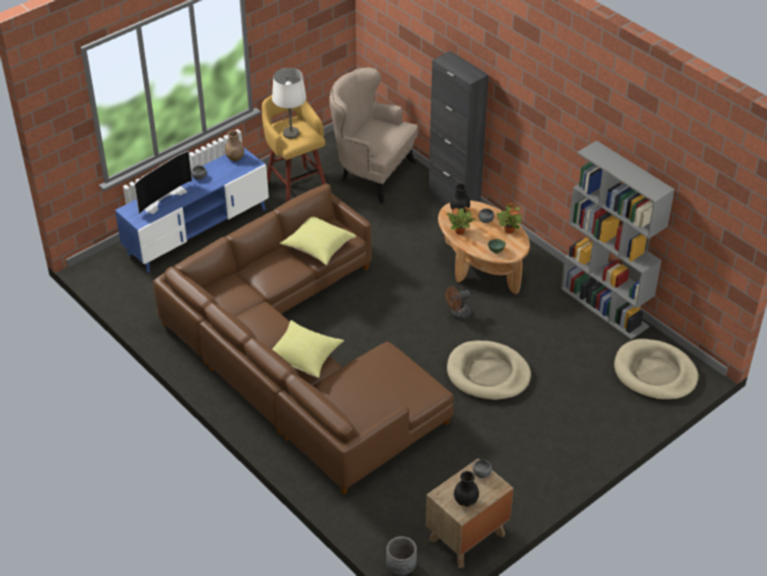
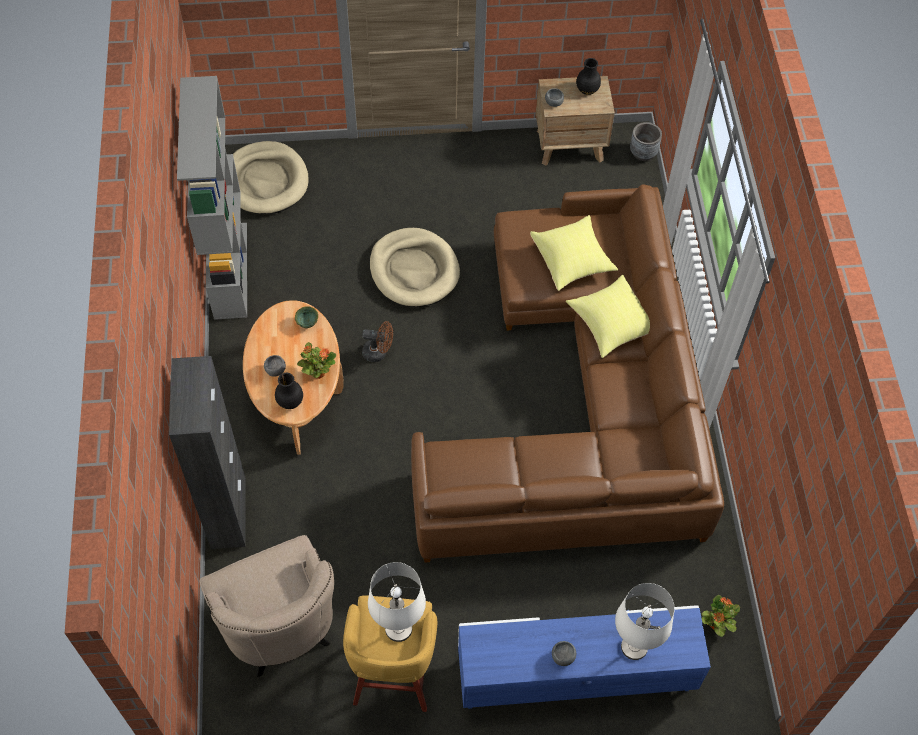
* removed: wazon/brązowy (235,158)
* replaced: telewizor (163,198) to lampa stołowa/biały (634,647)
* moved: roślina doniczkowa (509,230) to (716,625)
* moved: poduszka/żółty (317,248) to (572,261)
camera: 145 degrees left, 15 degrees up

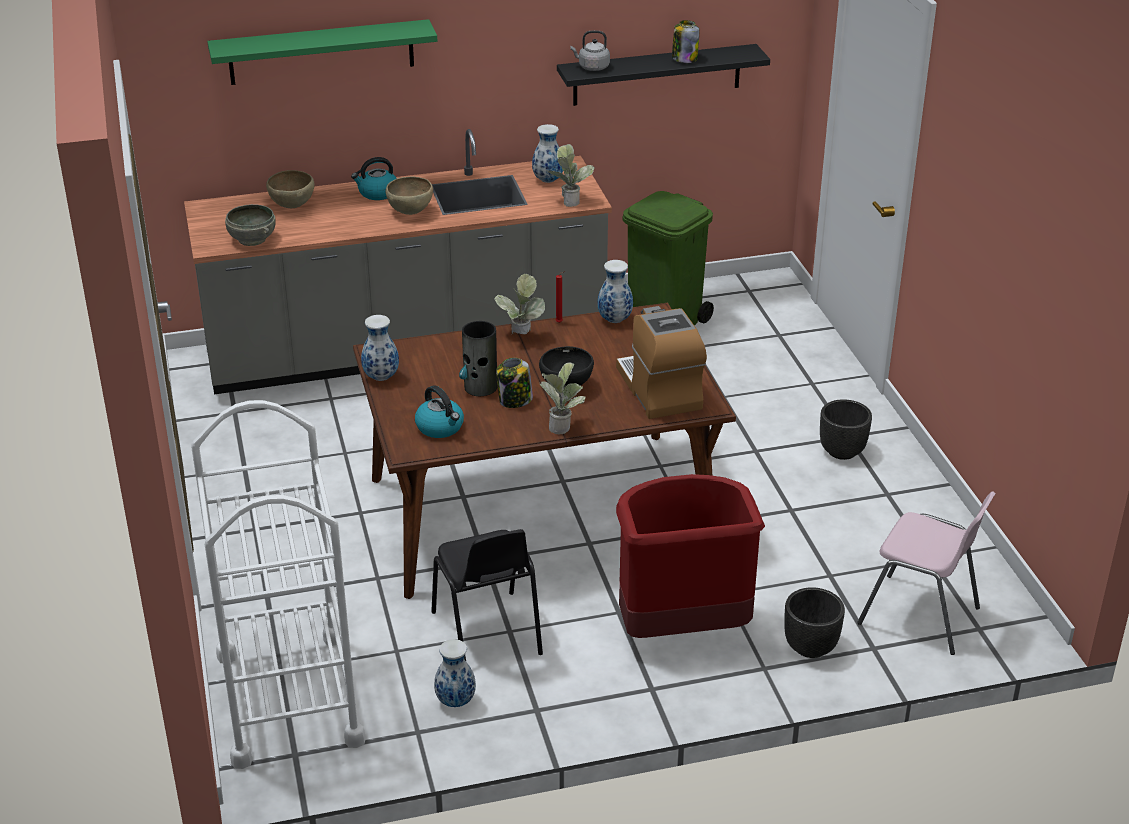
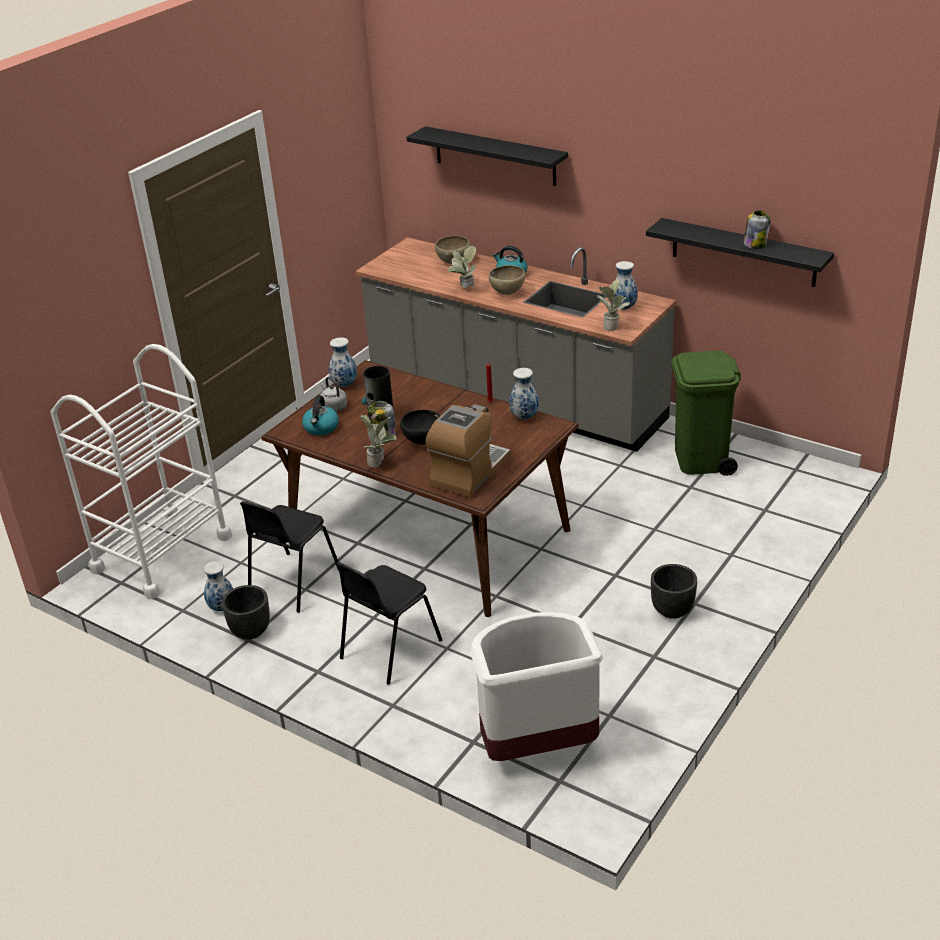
* recoloured: półka/zielony (321,52) to półka/czarny (495,156)
* moved: czajnik/szary (592,67) to (333,407)
* removed: miska/szary (251,239)
* moved: roślina doniczkowa (520,337) to (464,290)
* replaced: kosz na śmieci/czerwony (680,628) to krzesło/czarny (389,649)
* replaced: krzesło/różowy (920,616) to kosz na śmieci/biały (536,745)
* moved: donica/czarny (810,647) to (250,631)
camera: 50 degrees right, 0 degrees up

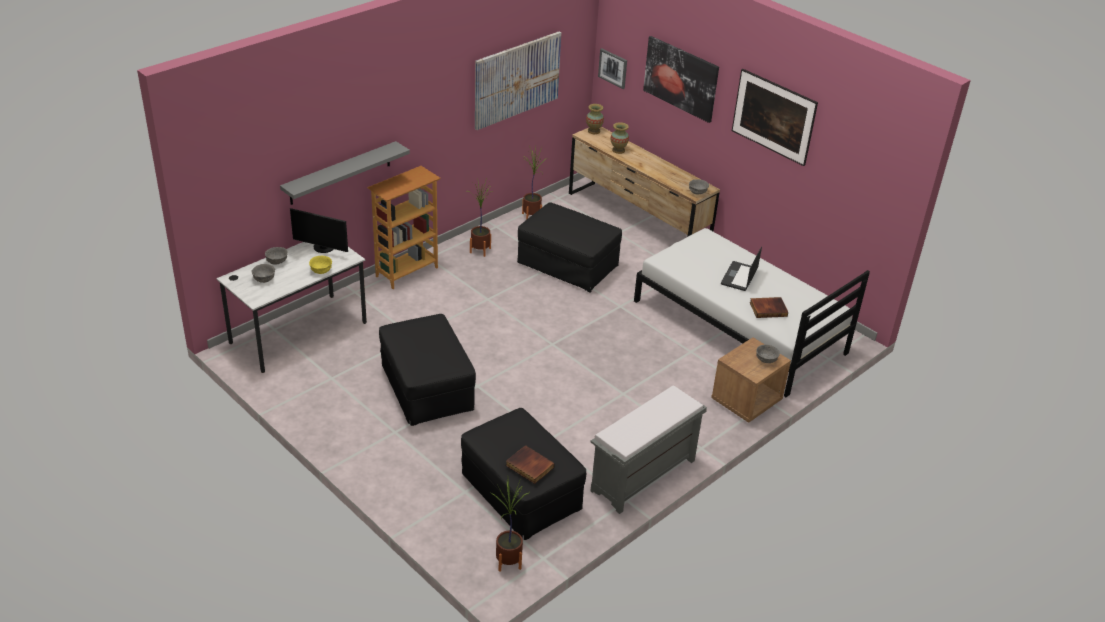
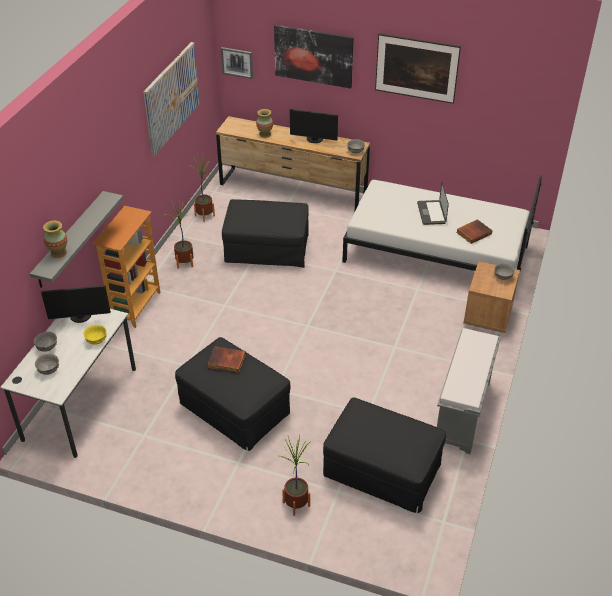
* moved: wazon (594,131) to (58,253)
* moved: książka (529,466) to (226,361)
* moved: roślina doniczkowa (508,562) to (296,504)
* added: monitor (314,139)
camera: 25 degrees left, 5 degrees up

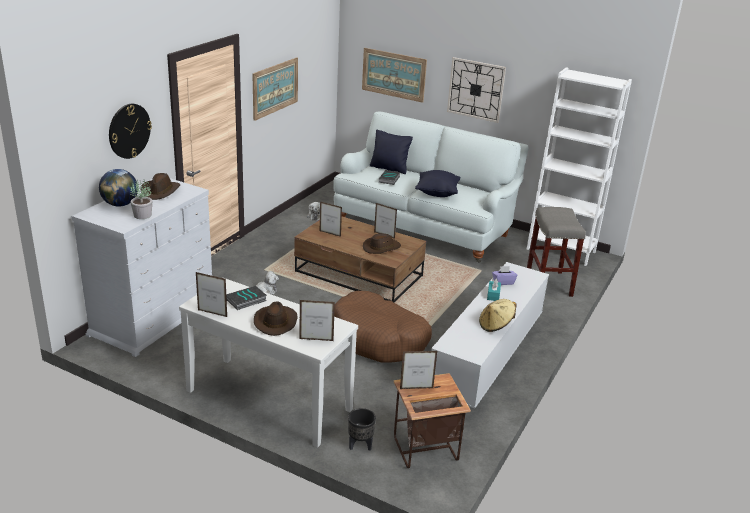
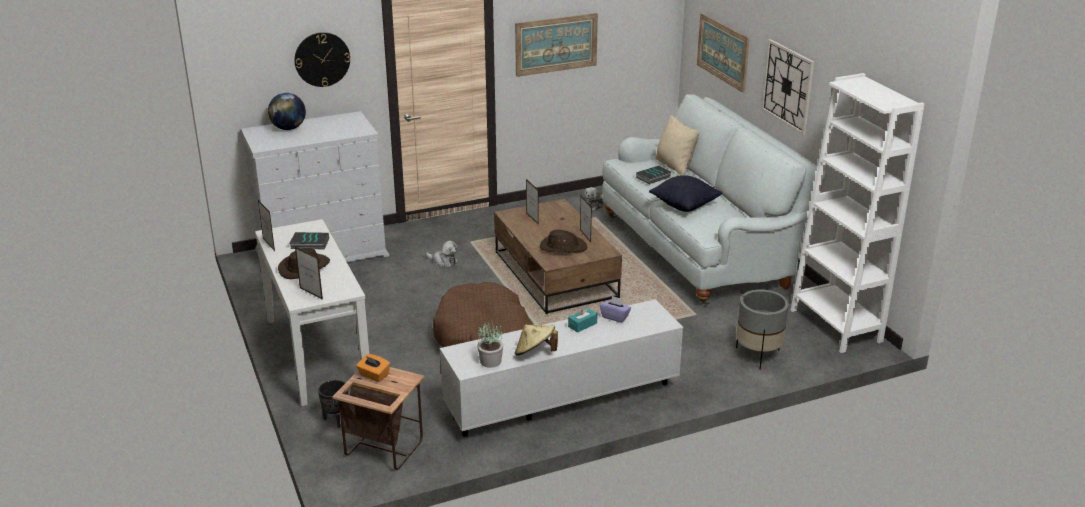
* recoloured: poduszka/czarny (389,168) to poduszka/beżowy (674,166)
* removed: kapelusz/brązowy (160,191)
* moved: roślina doniczkowa (143,215) to (491,361)
* replaced: stołek/szary (549,284) to donica/szary (758,355)
* replaced: ramka na zdjęcie (416,388) to pudełko chusteczek/pomarańczowy (374,375)
camera: 40 degrees right, 0 degrees up

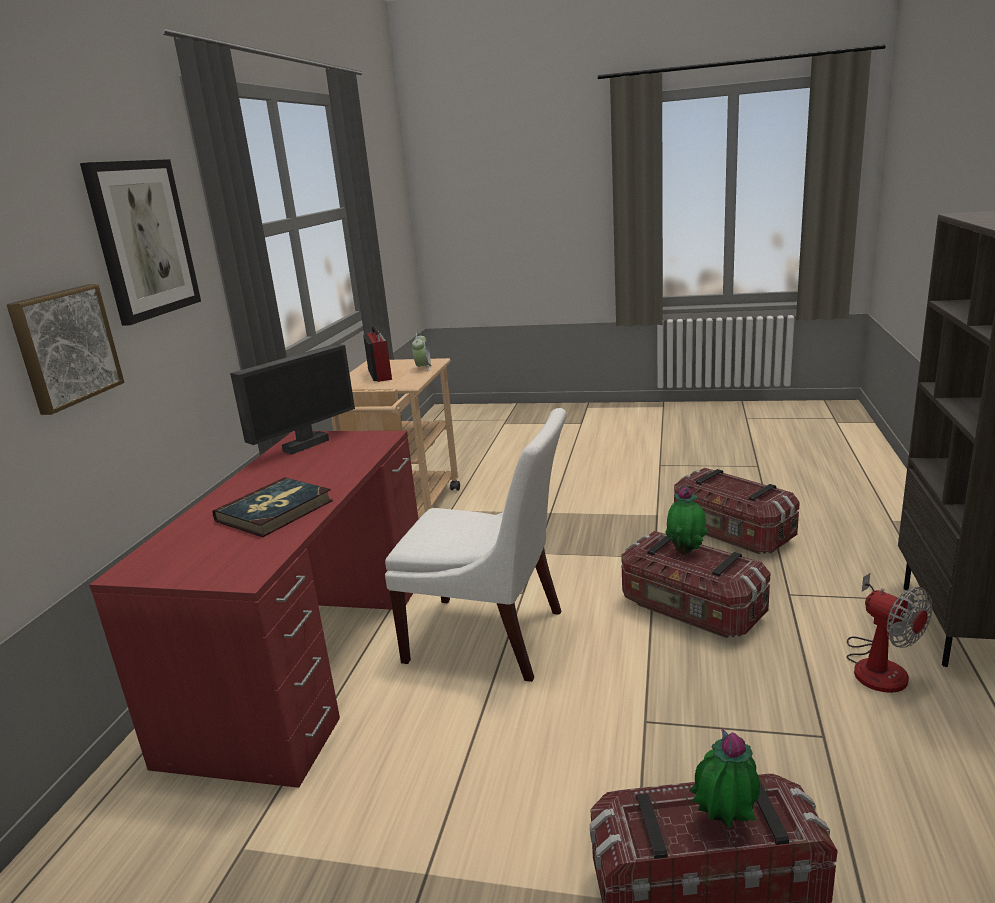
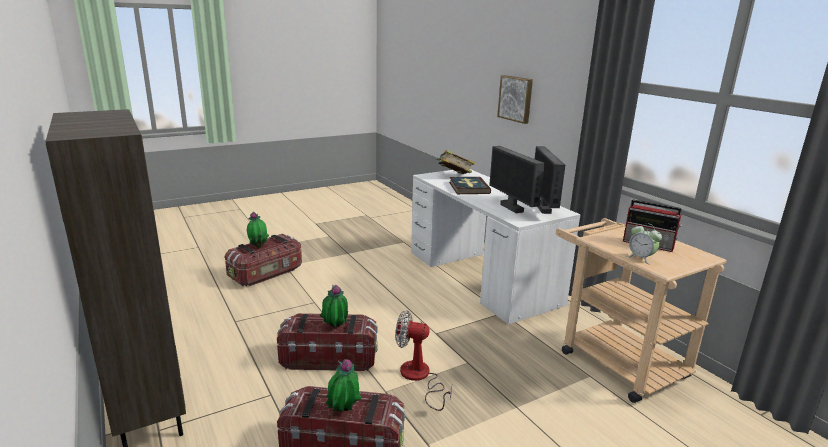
* removed: obraz (142,239)
* removed: krzesło/biały (491,638)
* recoloured: biurko/czerwony (312,653) to biurko/biały (481,277)
* moved: wentylator (878,664) to (419,378)
* added: monitor (512,208)
* added: książka (454,176)
* added: roślina doniczkowa (343,412)
camera: 135 degrees right, 0 degrees up

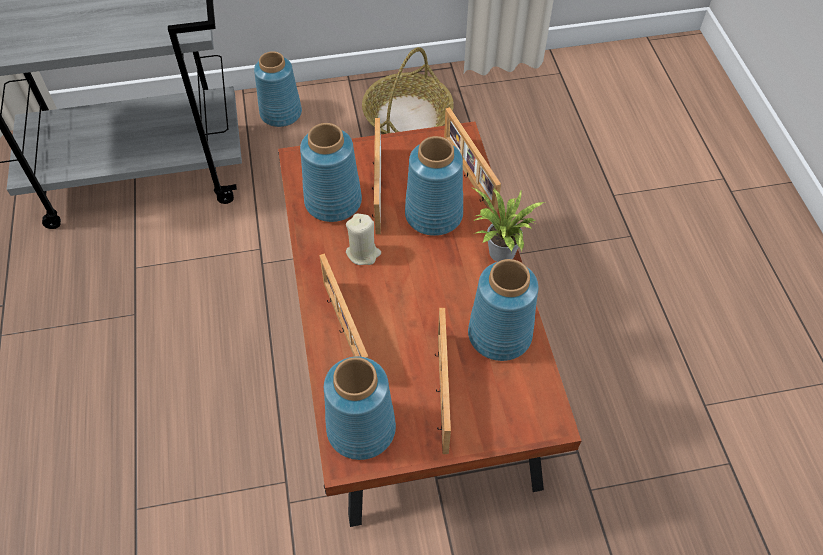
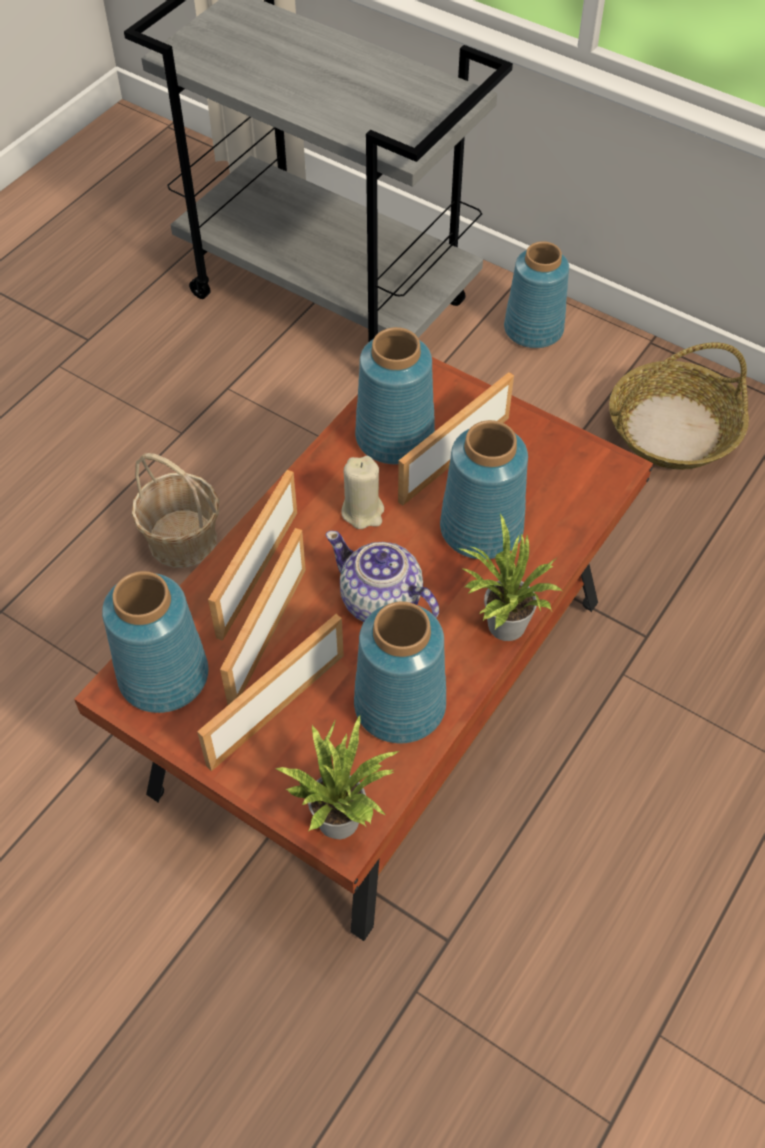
* moved: ramka na zdjęcie (468,176) to (265,634)
* added: koszyk (183,540)
* added: imbryk (381,602)
* added: roślina doniczkowa (342,815)
camera: 45 degrees right, 0 degrees up

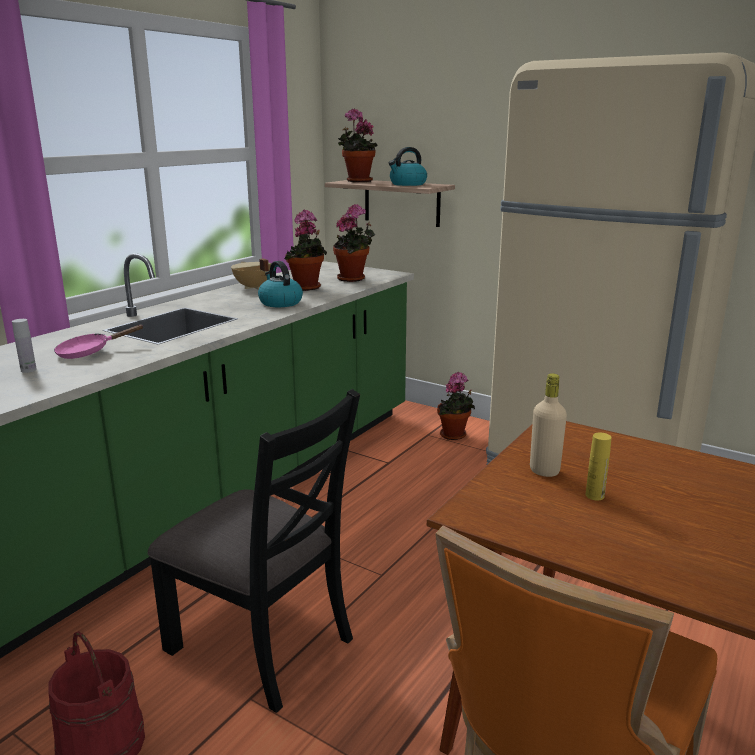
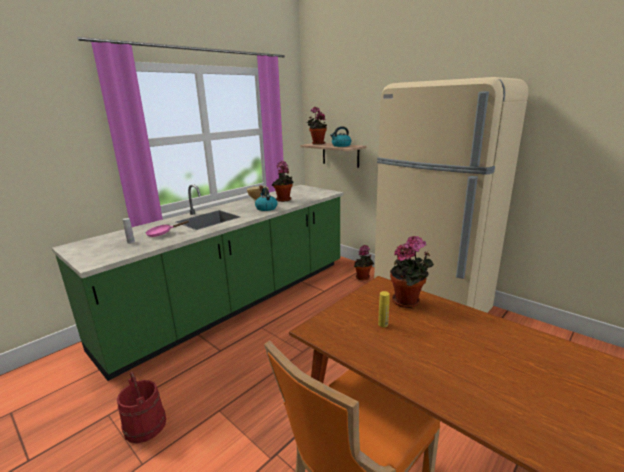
* moved: roślina doniczkowa (354,279) to (408,302)
* removed: butelka/beżowy (544,470)
* removed: krzesło/czarny (262,643)
camera: 10 degrees right, 0 degrees up

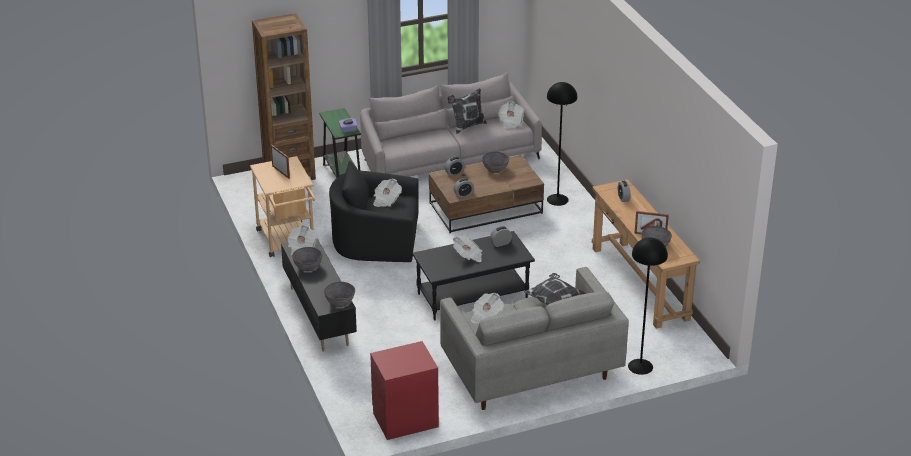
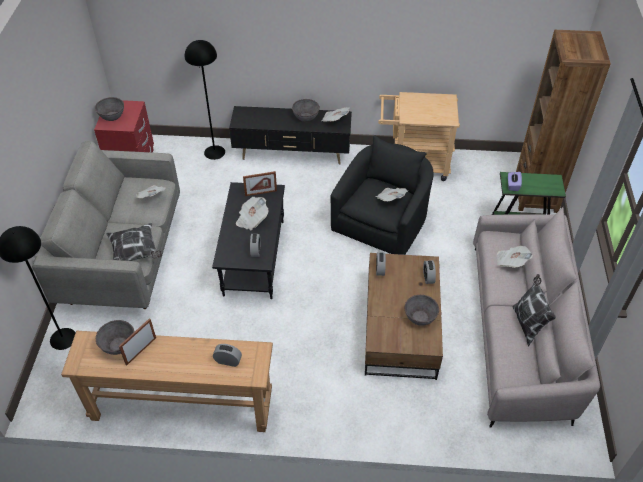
* moved: lampa stojąca/czarny (557,199) to (214,152)
* moved: gazeta (510,122) to (511,262)
* moved: ramka na zdjęcie (281,172) to (261,193)
* moved: miska/szary (340,302) to (112,116)
camera: 115 degrees right, 15 degrees up

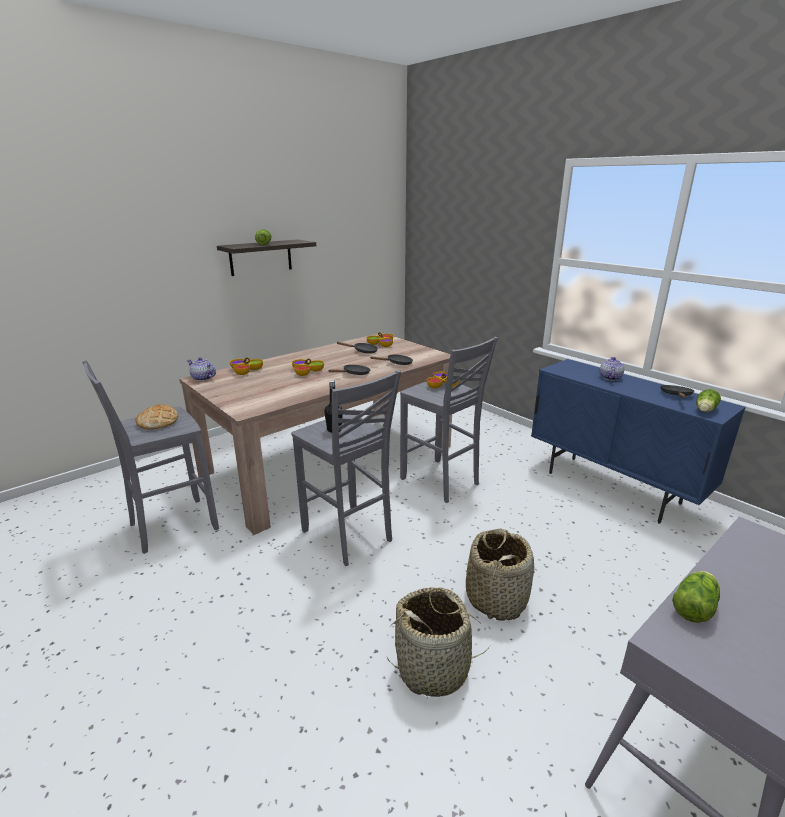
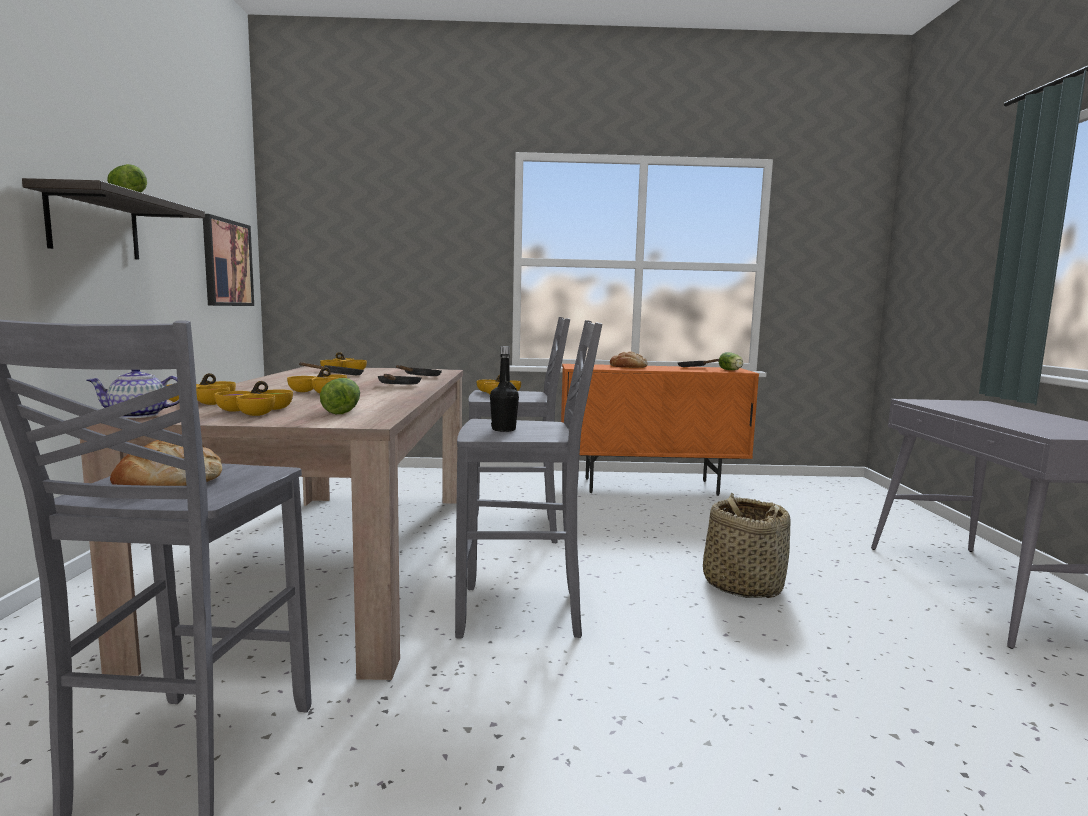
* replaced: imbryk (609,378) to chleb (628,366)
* recoloured: szafka/niebieski (612,488) to szafka/pomarańczowy (650,487)
* moved: sałata (695,606) to (343,410)
* removed: koszyk (434,668)
* added: obraz (227,263)
* added: miska (255,411)
camera: 50 degrees left, 15 degrees down

